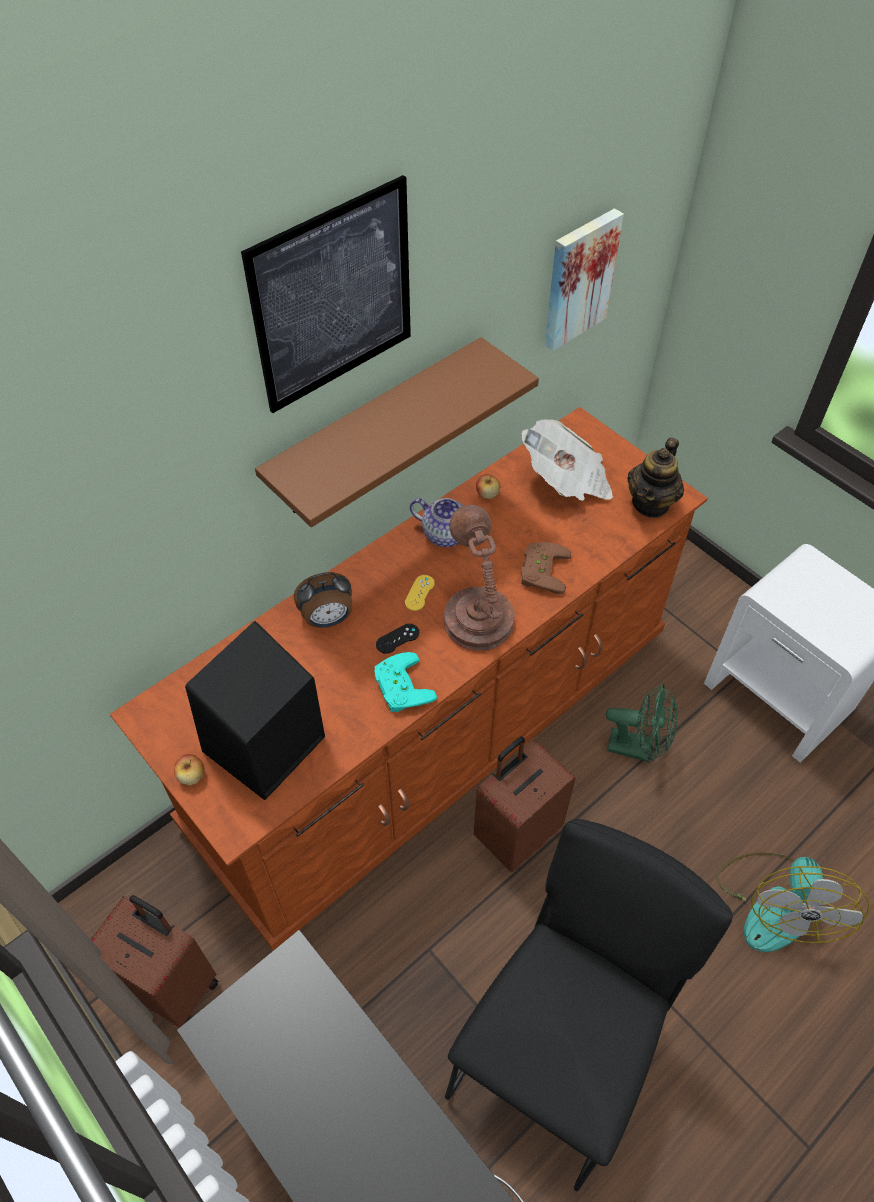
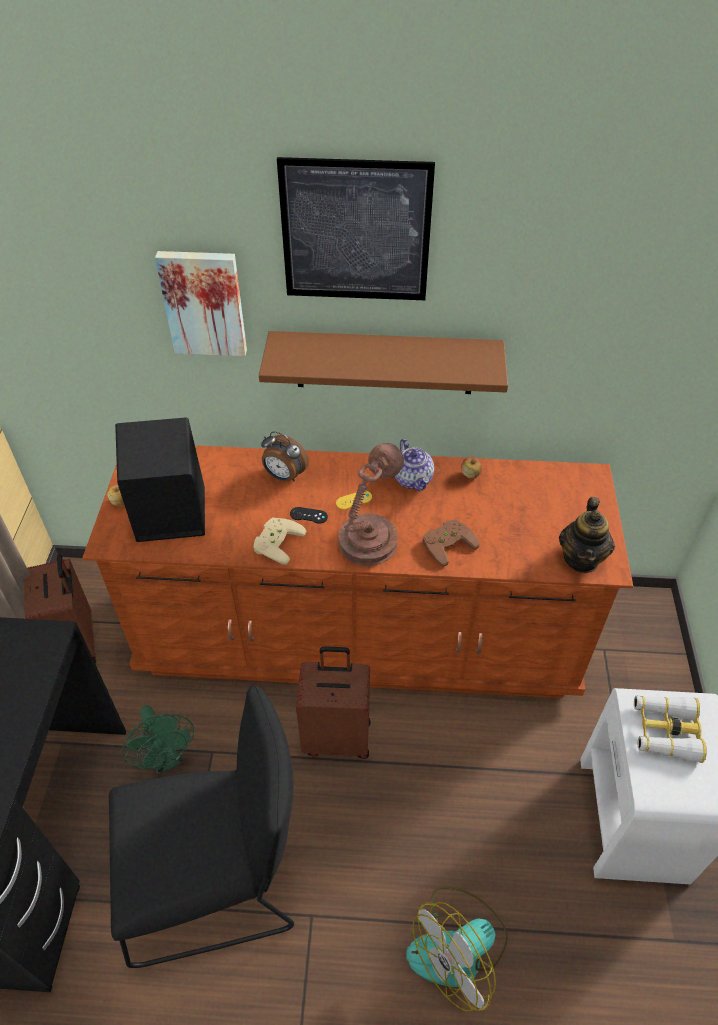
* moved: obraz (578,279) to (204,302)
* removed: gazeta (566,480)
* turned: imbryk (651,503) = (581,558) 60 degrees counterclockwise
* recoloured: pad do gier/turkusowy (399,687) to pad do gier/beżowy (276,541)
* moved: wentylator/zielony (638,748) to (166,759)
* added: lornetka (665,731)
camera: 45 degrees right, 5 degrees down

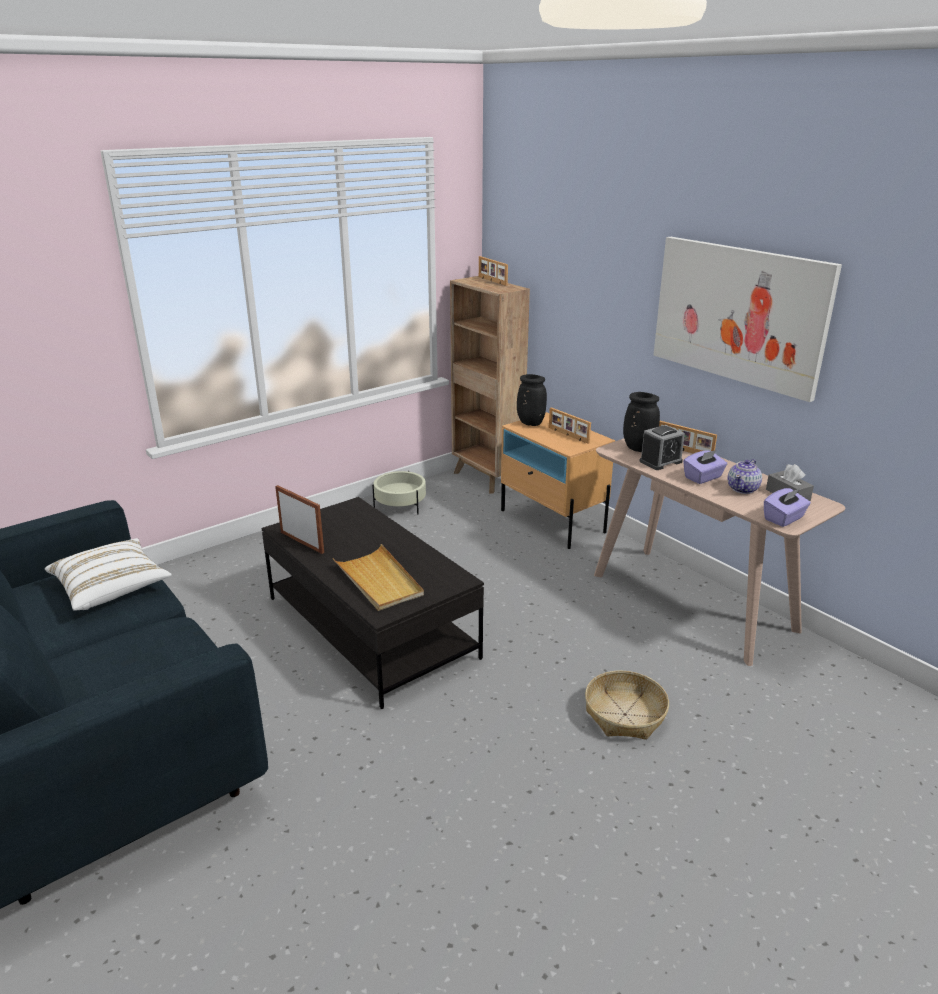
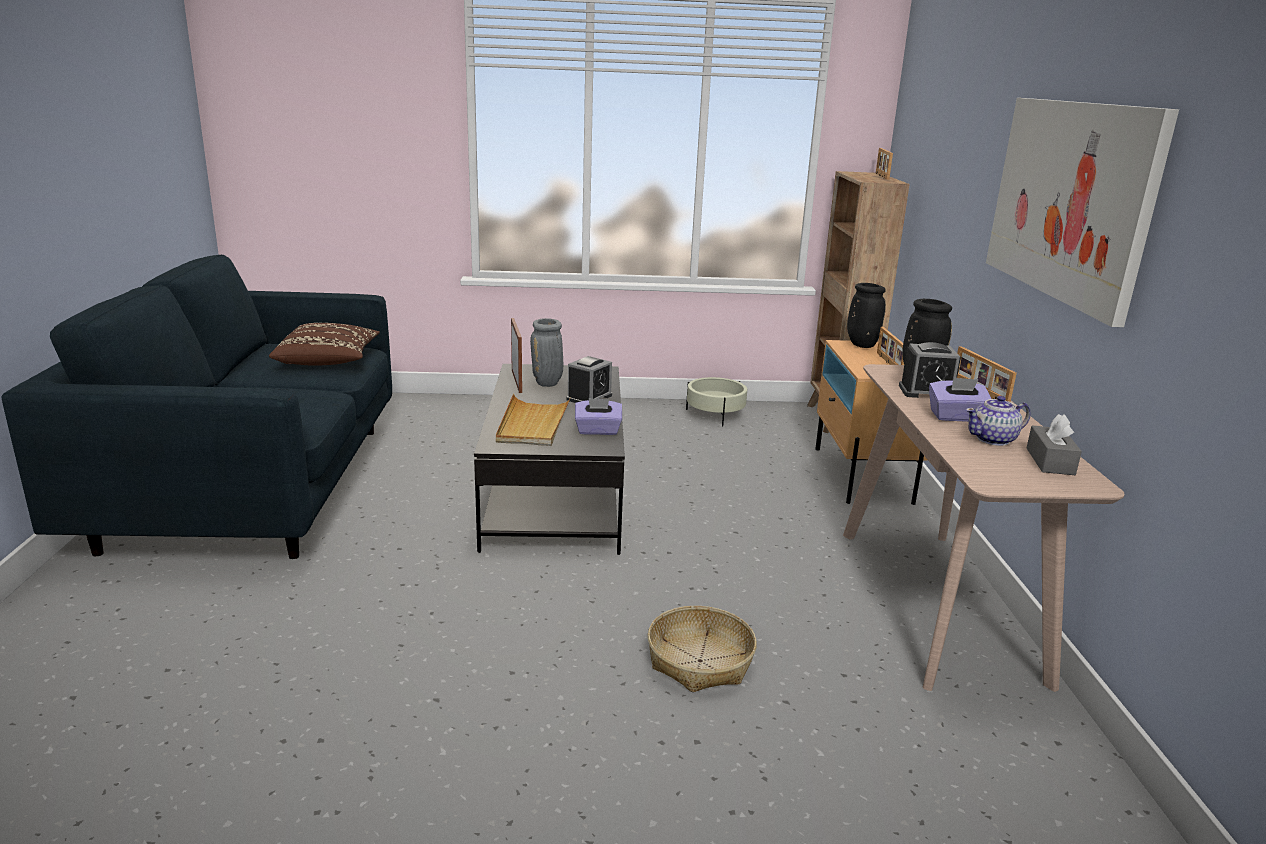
* moved: pudełko chusteczek/fioletowy (784,519) to (598,431)
* recoloured: poduszka/biały (111,588) to poduszka/brązowy (328,361)
* added: wazon/szary (548,384)
* added: budzik (589,397)
camera: 35 degrees right, 5 degrees down

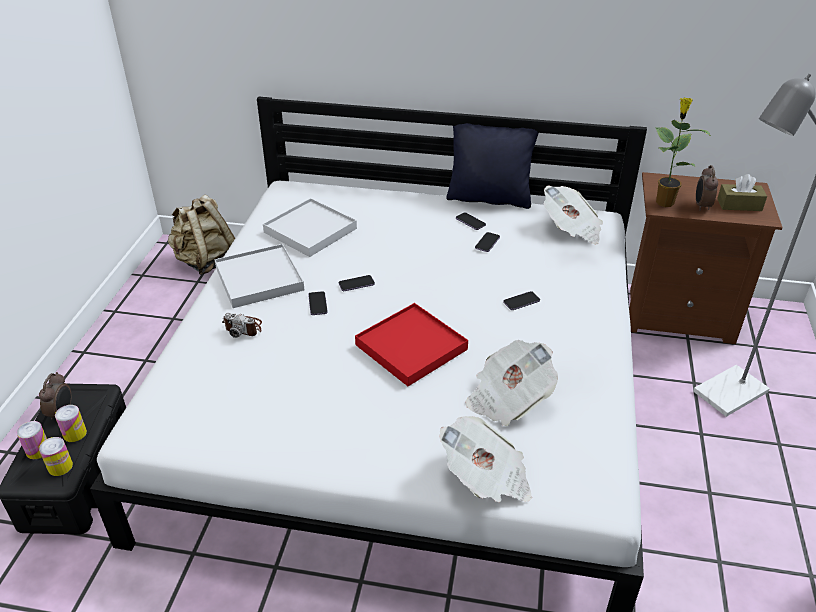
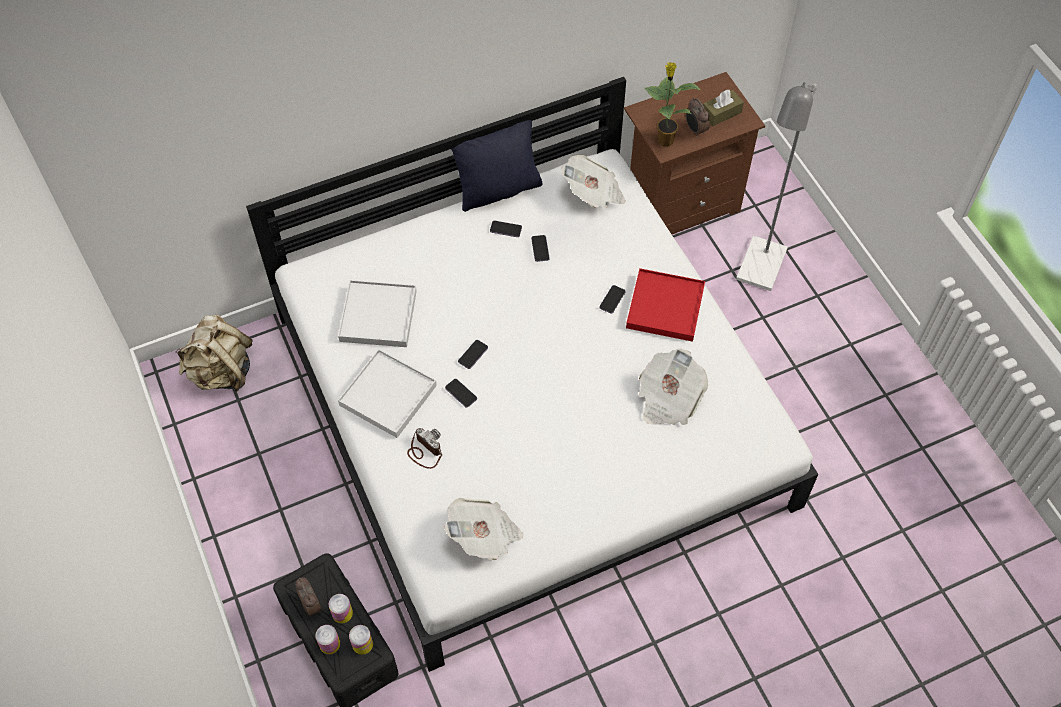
* moved: taca/czerwony (411,347) to (665,307)
* turned: aparat fotograficzny (243,327) = (424,451) 120 degrees counterclockwise
* moved: gazeta (486,478) to (484,536)
camera: 35 degrees left, 20 degrees up

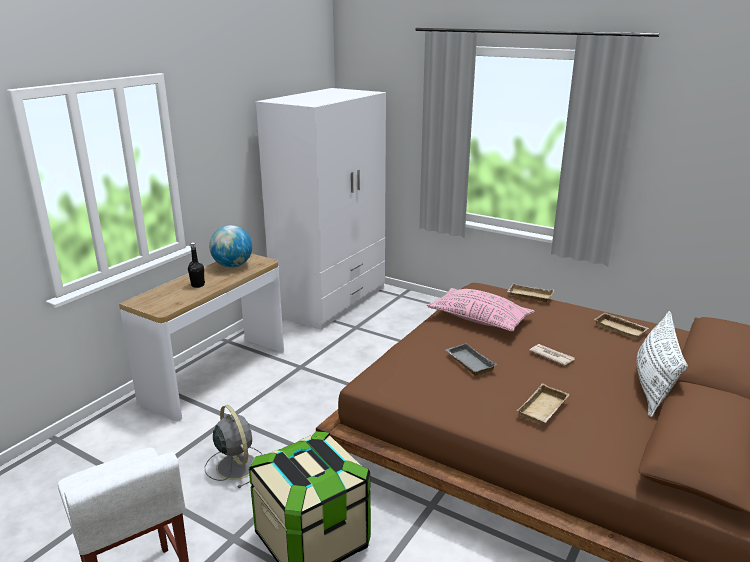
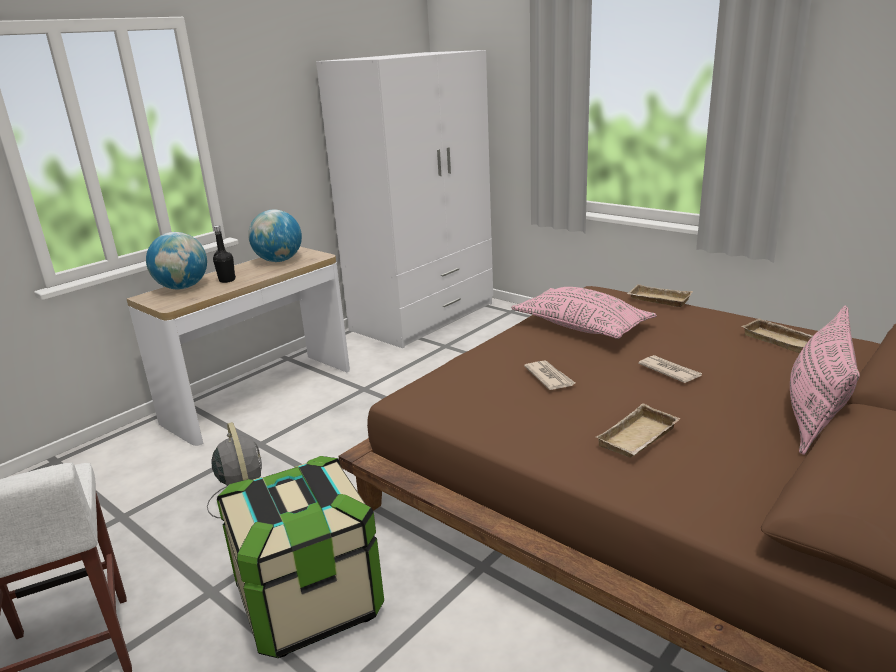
* recoloured: poduszka/biały (653,386) to poduszka/różowy (815,414)
* replaced: taca/szary (468,363) to gazeta (549,377)
* added: globus (183,287)
camera: 10 degrees right, 0 degrees up

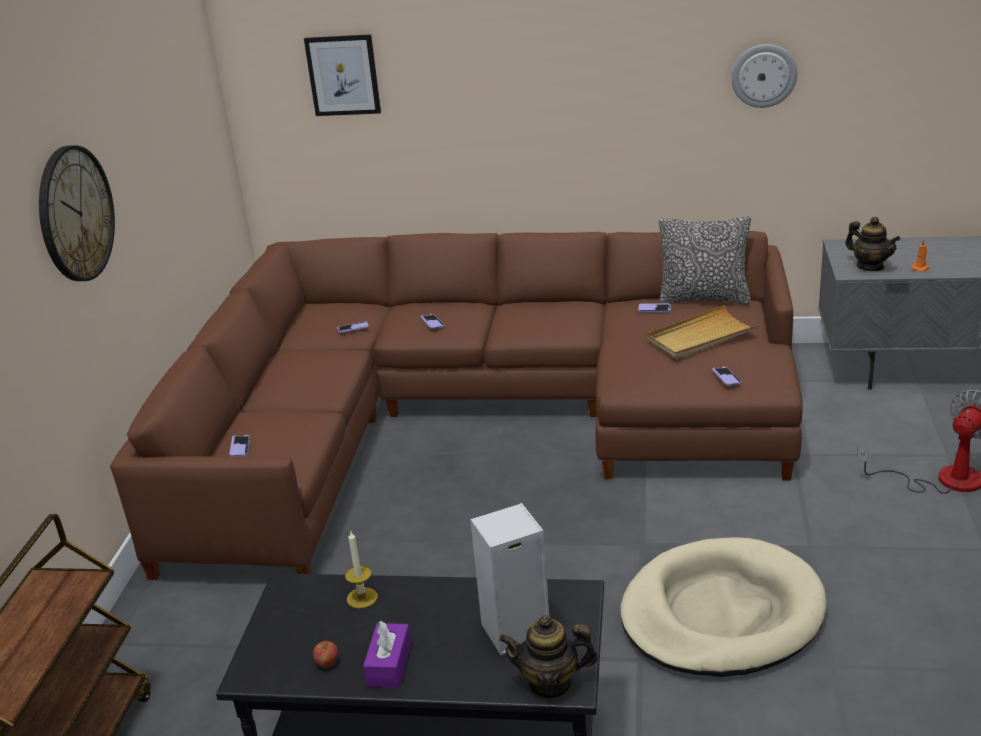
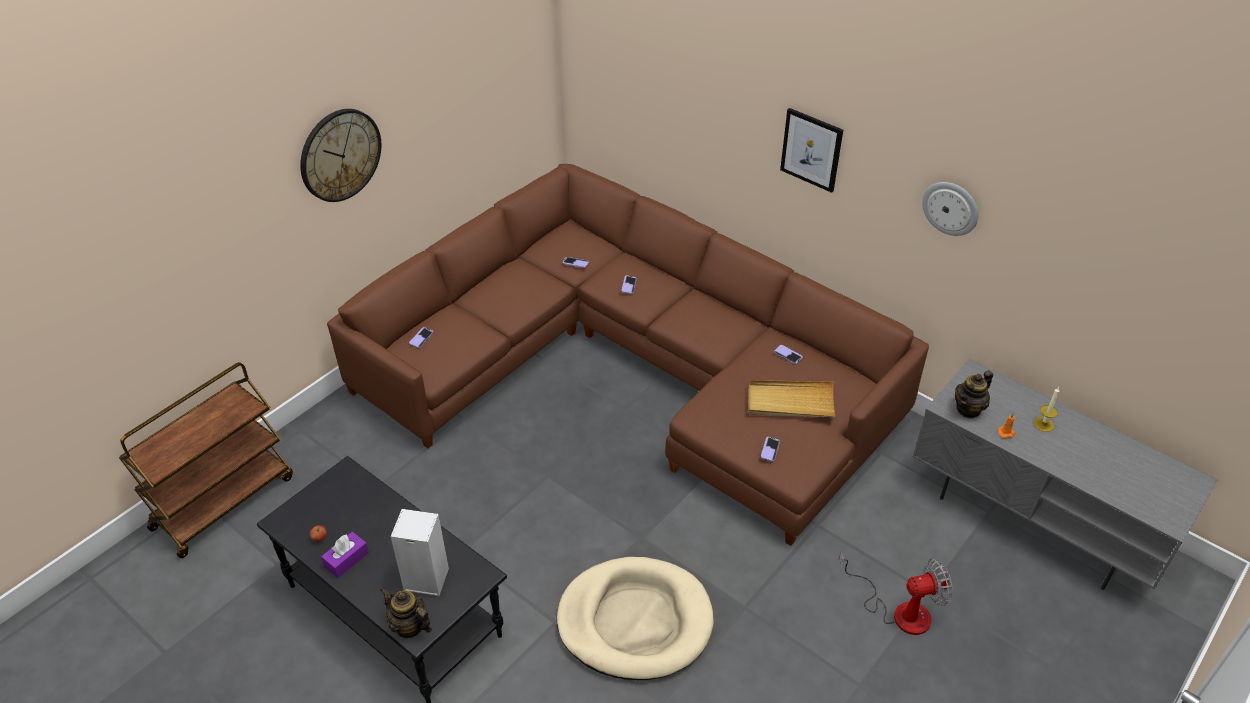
* moved: obraz (343,75) to (811,149)
* removed: poduszka (704,299)
* turned: imbryk (870,267) = (968,409) 60 degrees clockwise
* moved: świeca (362,598) to (1043,424)
camera: 30 degrees right, 15 degrees up

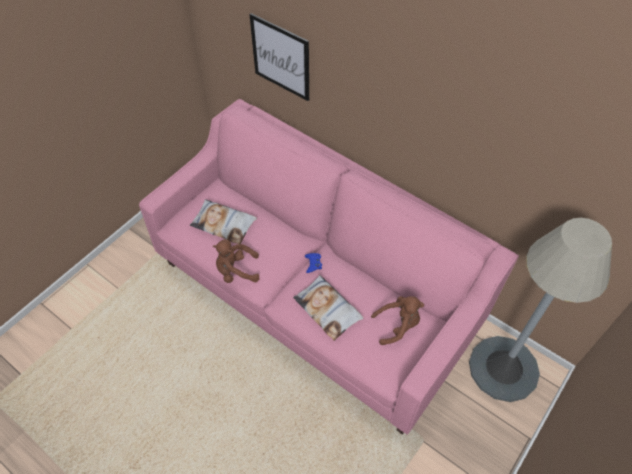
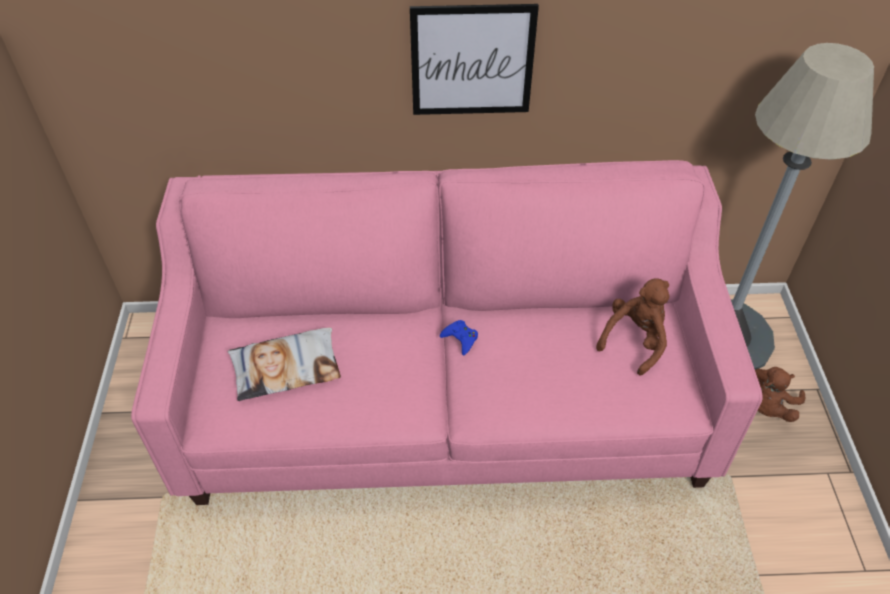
* moved: obraz (280,57) to (472,61)
* moved: pluszak/brązowy (236,271) to (768,406)
* removed: poduszka (328,309)
camera: 40 degrees left, 5 degrees down

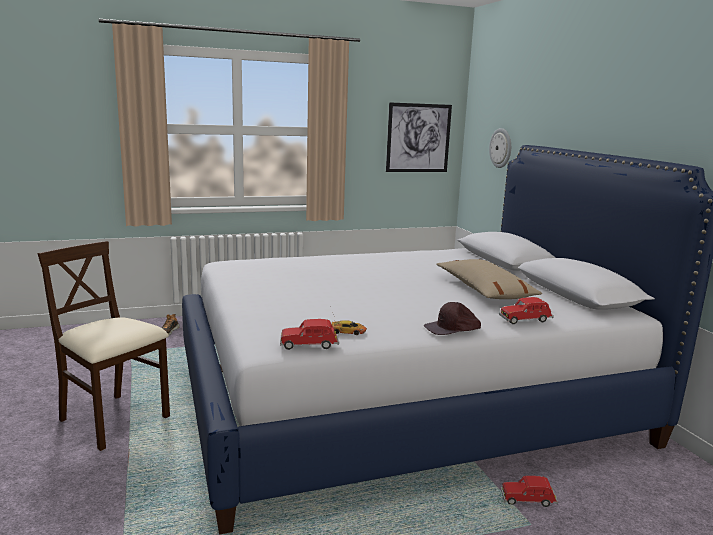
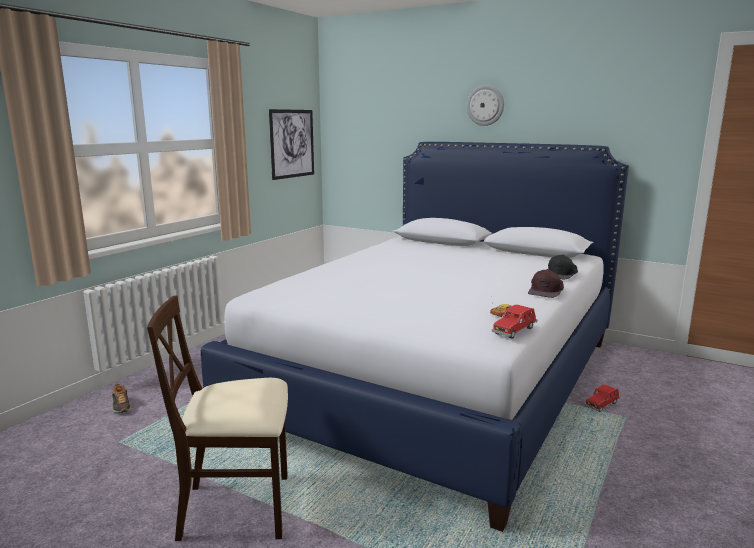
* moved: zegar ścienny (501,148) to (485,105)
* removed: poduszka/beżowy (484,290)
* replaced: samochodzik/czerwony (525,320) to czapka z daszkiem/czarny (561,274)
camera: 40 degrees left, 0 degrees up

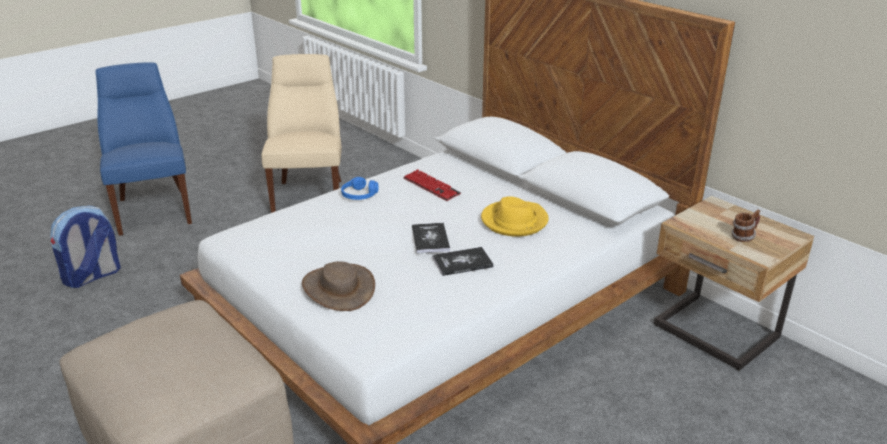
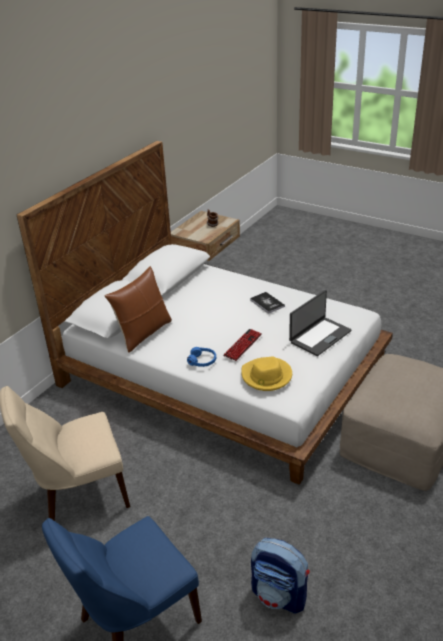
* moved: klawiatura (431,186) to (243,345)
* moved: kapelusz/żółty (514,221) to (266,376)
* removed: książka (430,239)
* replaced: kapelusz/brązowy (339,288) to laptop (319,336)
* added: poduszka/brązowy (143,333)
camera: 105 degrees left, 5 degrees up

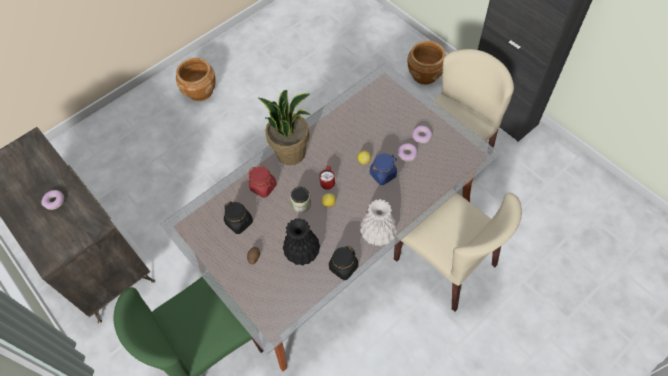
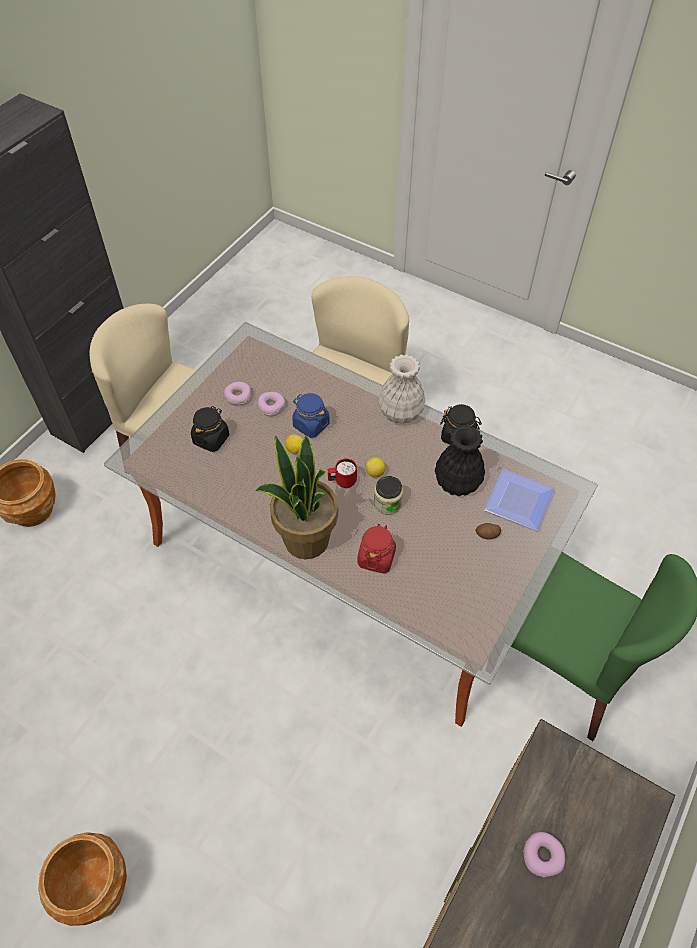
* moved: słoik/czarny (239,222) to (211,439)
* added: talerz (520,503)
camera: 110 degrees left, 5 degrees down

